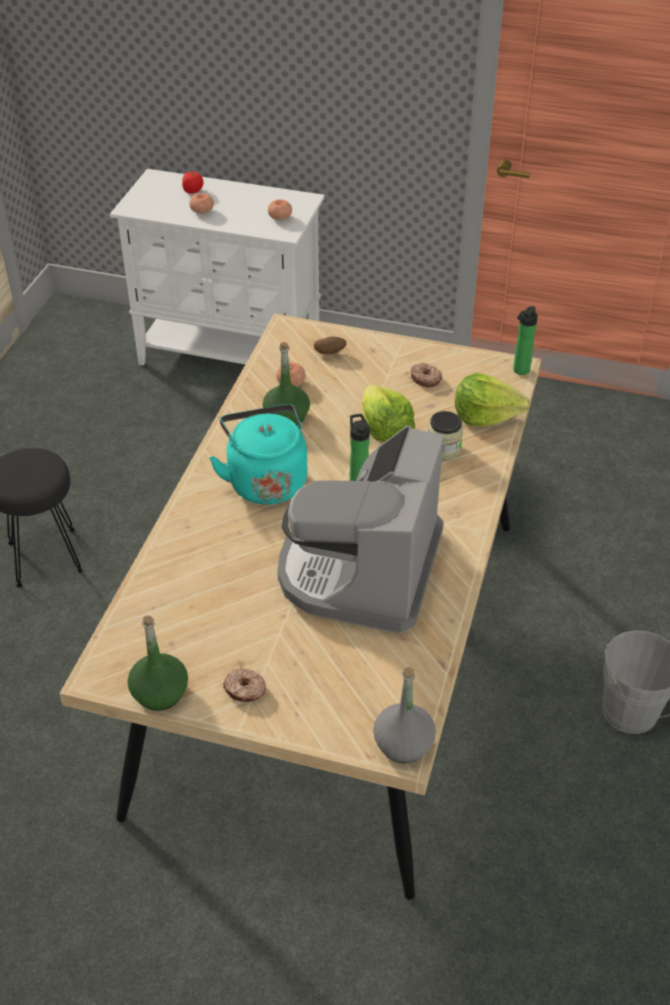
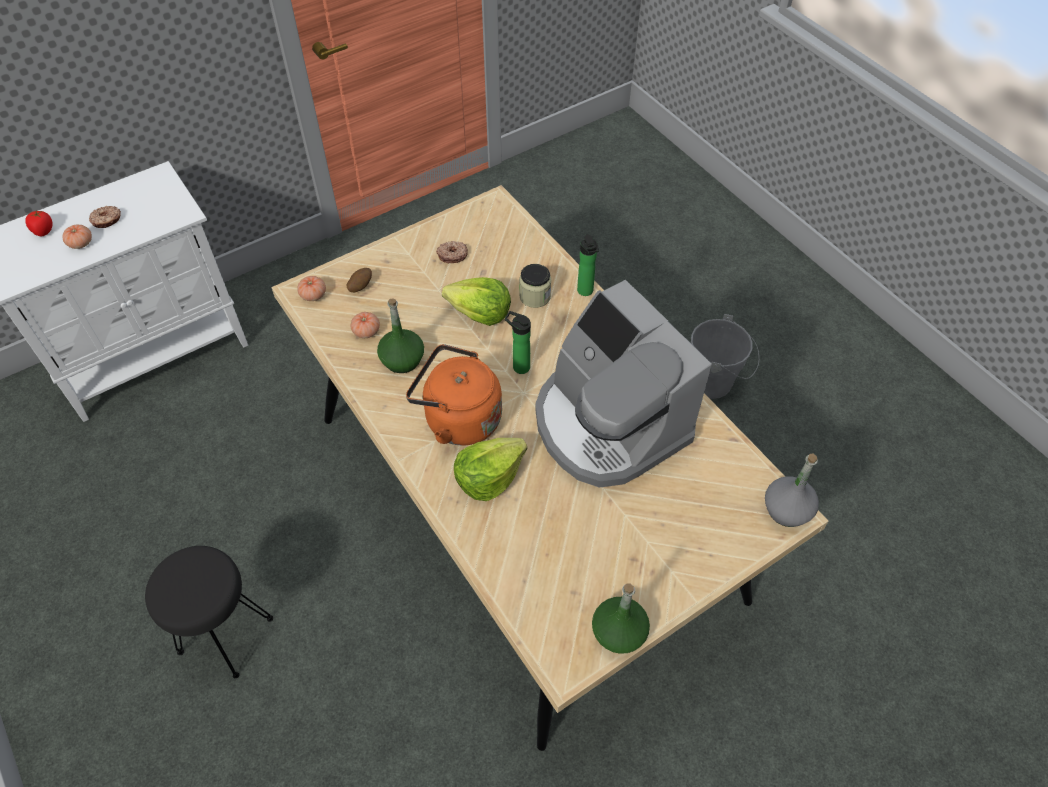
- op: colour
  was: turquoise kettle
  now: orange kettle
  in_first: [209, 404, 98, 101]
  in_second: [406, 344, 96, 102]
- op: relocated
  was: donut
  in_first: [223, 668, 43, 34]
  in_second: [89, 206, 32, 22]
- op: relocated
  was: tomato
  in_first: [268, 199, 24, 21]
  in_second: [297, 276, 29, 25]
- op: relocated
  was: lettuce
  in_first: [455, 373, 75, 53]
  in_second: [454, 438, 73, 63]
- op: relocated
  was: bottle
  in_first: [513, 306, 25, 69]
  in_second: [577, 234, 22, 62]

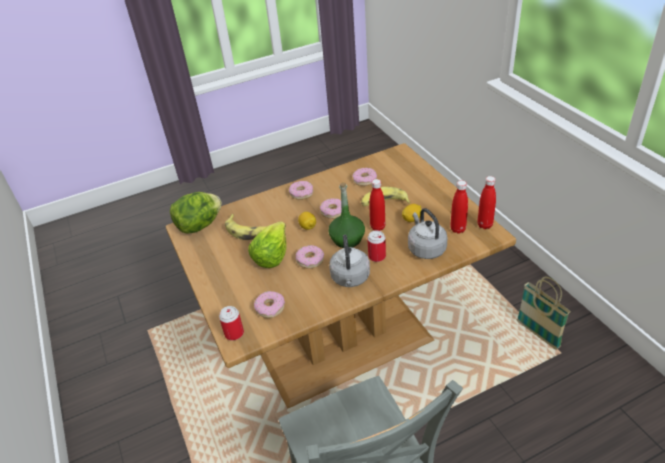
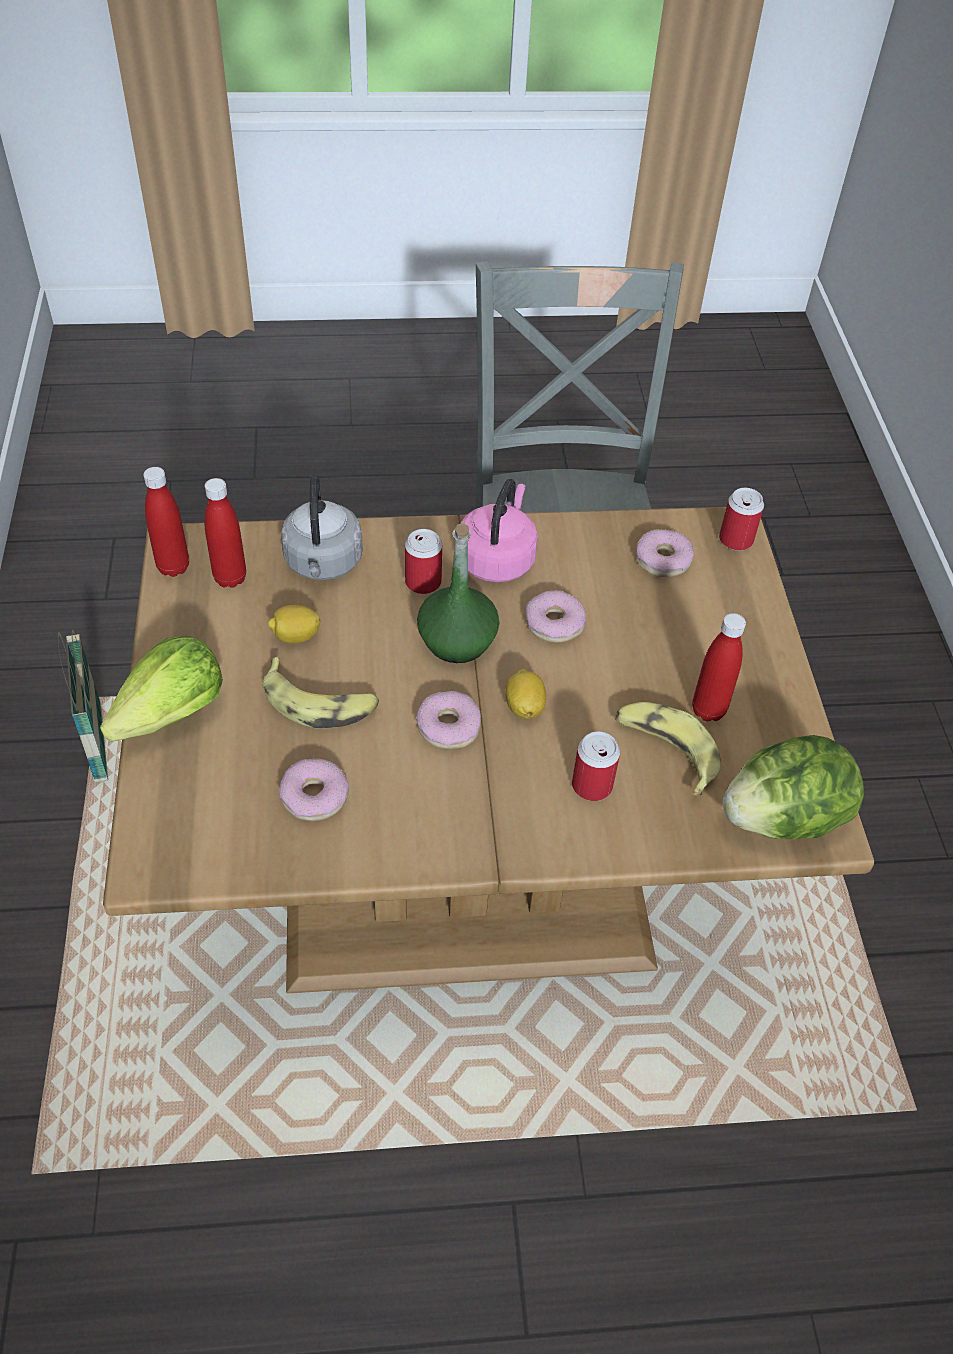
- op: relocated
  was: lettuce
  in_first: [248, 221, 39, 47]
  in_second: [100, 635, 123, 107]
- op: missing
  was: donut
  in_first: [289, 181, 25, 19]
- op: colour
  was: grey kettle
  now: pink kettle
  in_first: [329, 235, 41, 52]
  in_second: [461, 479, 77, 103]
- op: relocated
  was: red bottle
  in_first: [369, 179, 16, 52]
  in_second: [692, 613, 54, 108]
- op: appeared
  now: can
  in_second: [572, 731, 48, 70]

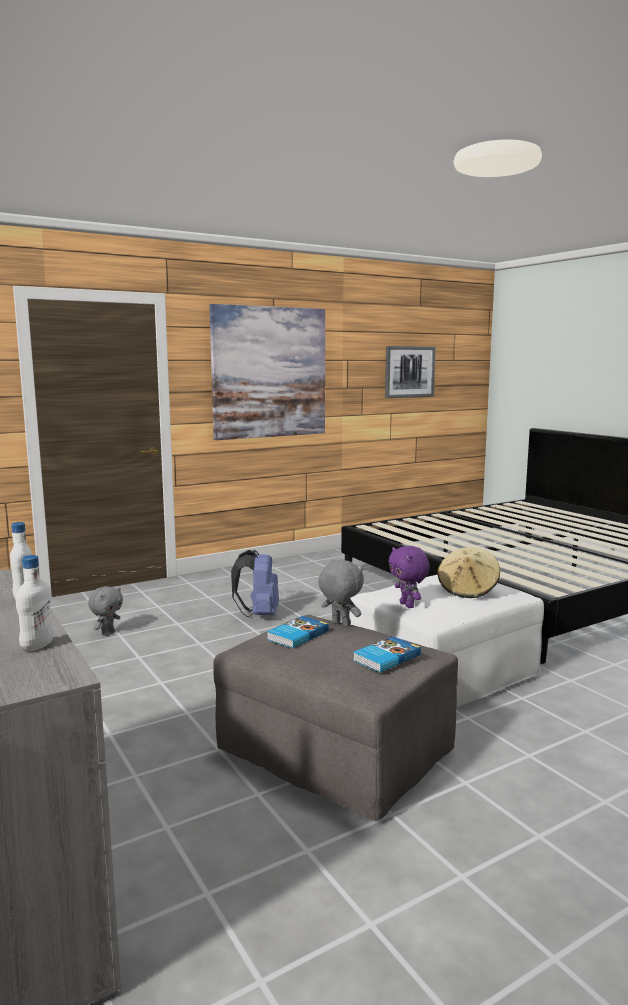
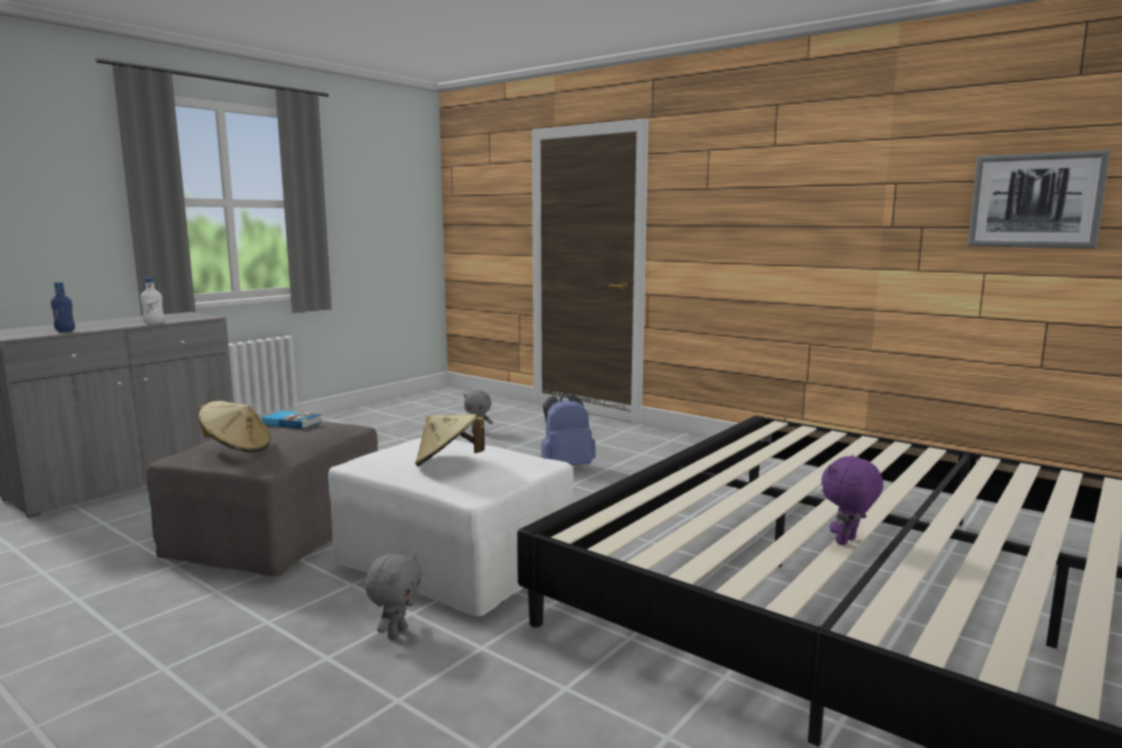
- op: colour
  was: white bottle
  now: blue bottle
  in_first: [16, 555, 38, 96]
  in_second: [51, 282, 24, 50]
- op: missing
  was: picture
  in_first: [209, 304, 116, 136]
- op: relocated
  was: grey plush toy
  in_first: [318, 559, 46, 68]
  in_second: [364, 553, 58, 87]
- op: exchanged
  was: book
  now: beige hat
  in_first: [353, 636, 68, 37]
  in_second: [198, 401, 73, 52]
- op: relocated
  was: purple plush toy
  in_first: [388, 546, 42, 62]
  in_second: [821, 455, 62, 90]

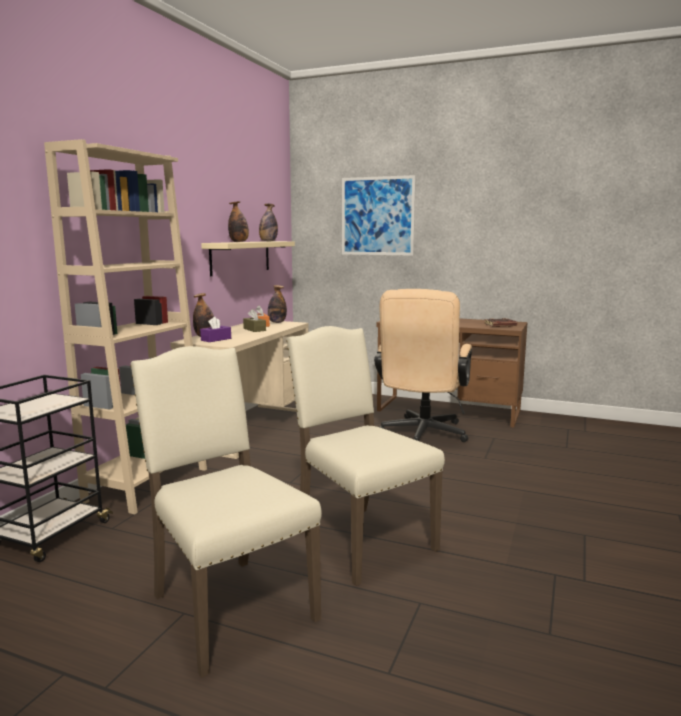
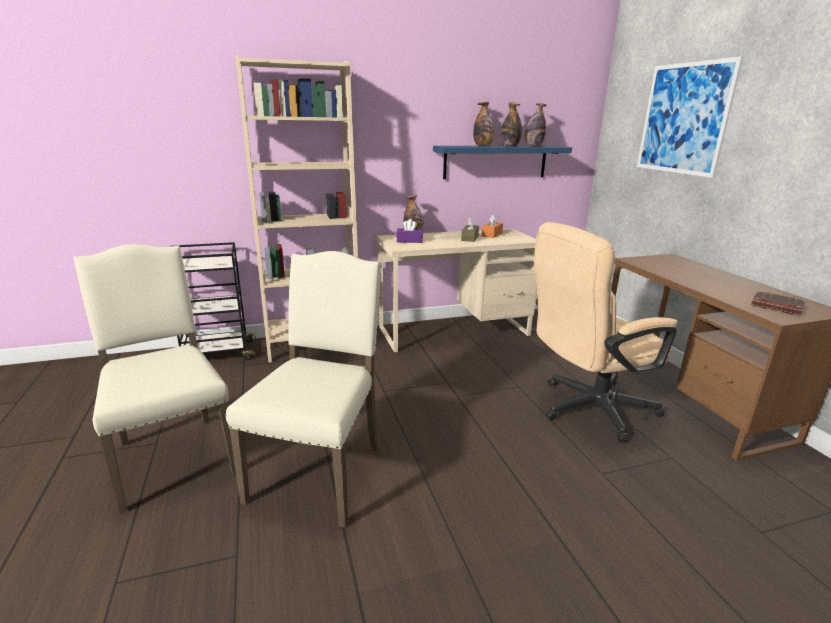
- op: spun
  was: beige chair
  in_first: [130, 346, 192, 332]
  in_second: [74, 244, 162, 270]
  clockwise: -45
- op: colour
  was: beige shelf
  now: blue shelf
  in_first: [201, 241, 94, 35]
  in_second: [433, 146, 139, 33]
- op: relocated
  was: bottle
  in_first: [268, 285, 19, 38]
  in_second: [501, 102, 21, 44]

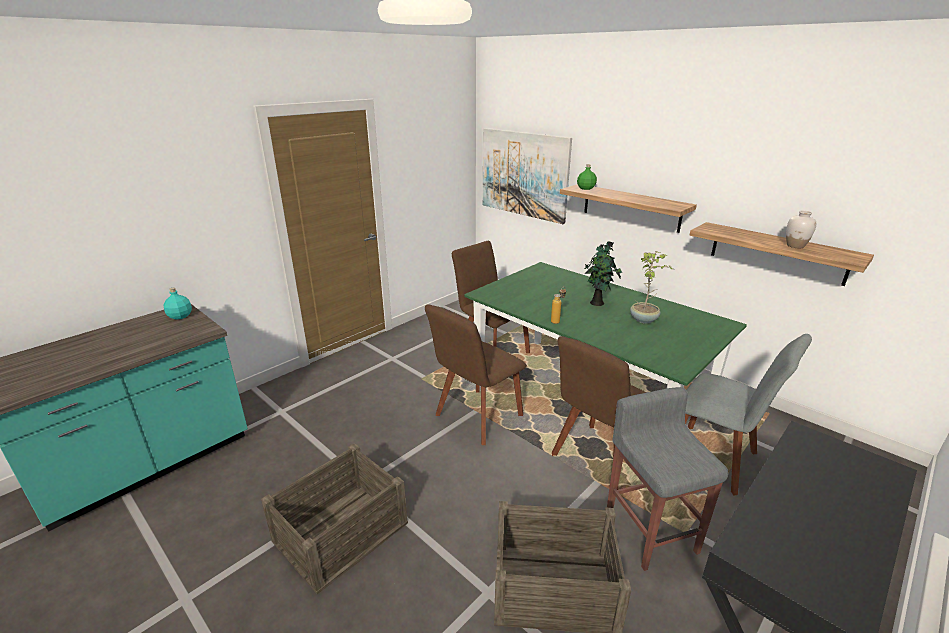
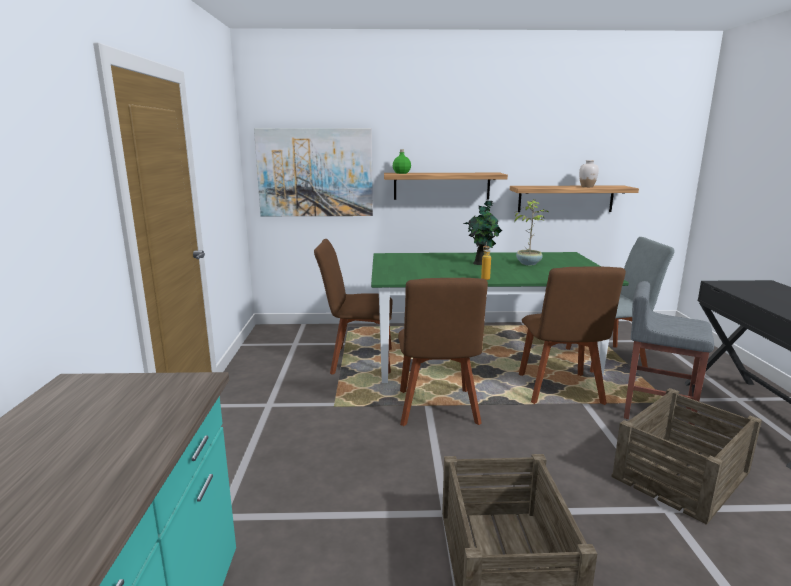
- op: missing
  was: turquoise bottle
  in_first: [163, 288, 29, 32]

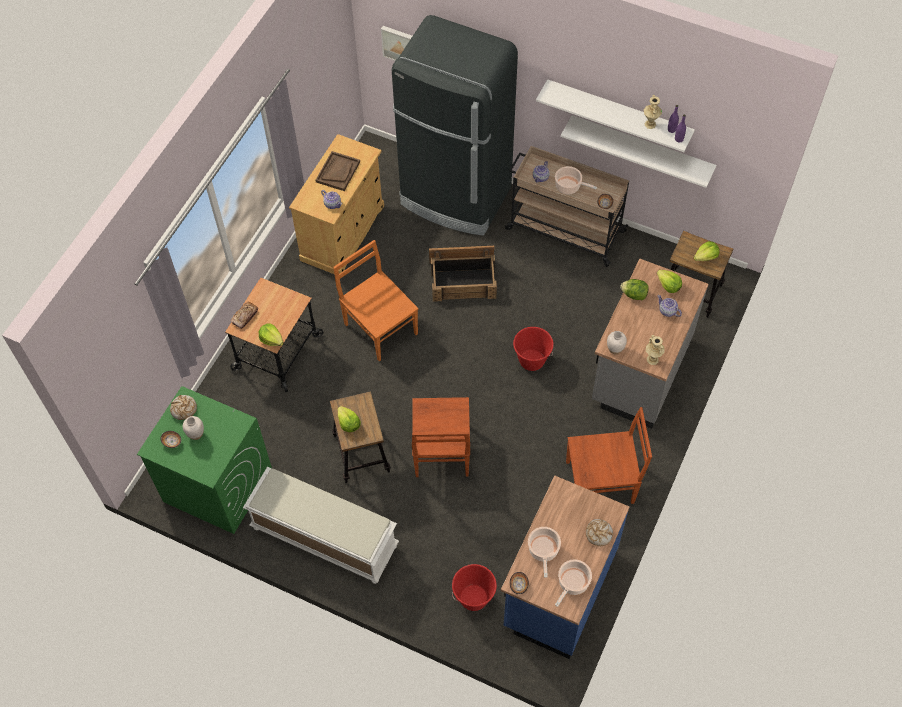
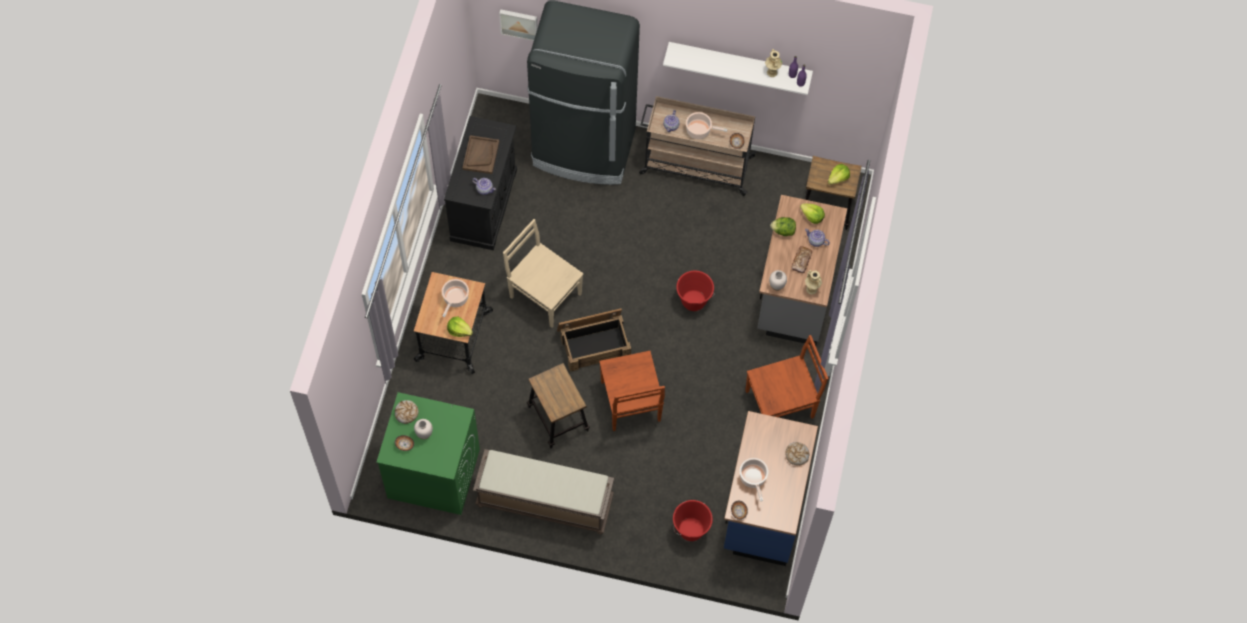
- op: relocated
  was: bread
  in_first: [231, 302, 27, 27]
  in_second: [792, 246, 20, 27]
- op: colour
  was: white bench
  now: brown bench
  in_first: [243, 467, 156, 117]
  in_second: [473, 449, 141, 85]
- op: colour
  was: beige cabinet
  now: black cabinet
  in_first: [289, 134, 95, 140]
  in_second: [444, 116, 73, 134]
- op: colour
  was: orange chair
  now: beige chair
  in_first: [333, 240, 85, 121]
  in_second: [503, 219, 81, 109]
- op: missing
  was: lettuce
  in_first: [338, 406, 23, 26]
- op: relocated
  was: crate
  in_first: [429, 246, 68, 56]
  in_second: [557, 308, 74, 64]
- op: relocated
  was: cooking pot
  in_first: [555, 559, 37, 48]
  in_second: [442, 279, 27, 38]
- op: missing
  was: white shelf
  in_first: [561, 115, 155, 73]

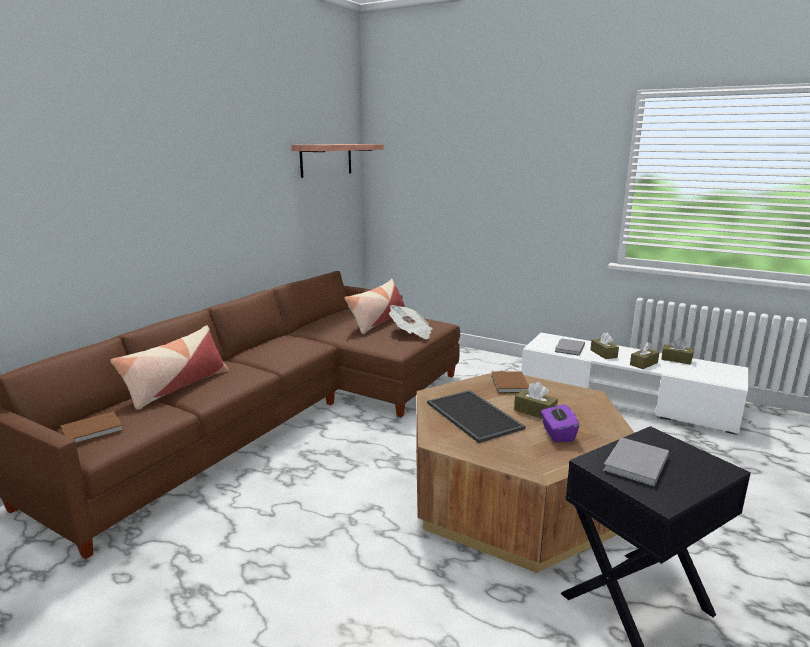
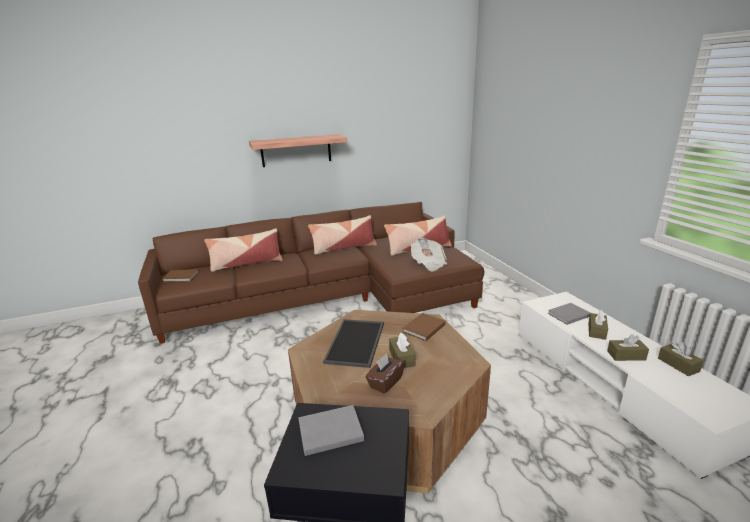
- op: relocated
  was: shelf
  in_first: [291, 144, 93, 34]
  in_second: [249, 134, 98, 33]
- op: colour
  was: purple tissue box
  now: brown tissue box
  in_first: [541, 401, 39, 41]
  in_second: [365, 353, 40, 41]
- op: appeared
  now: pillow
  in_second: [308, 215, 69, 40]

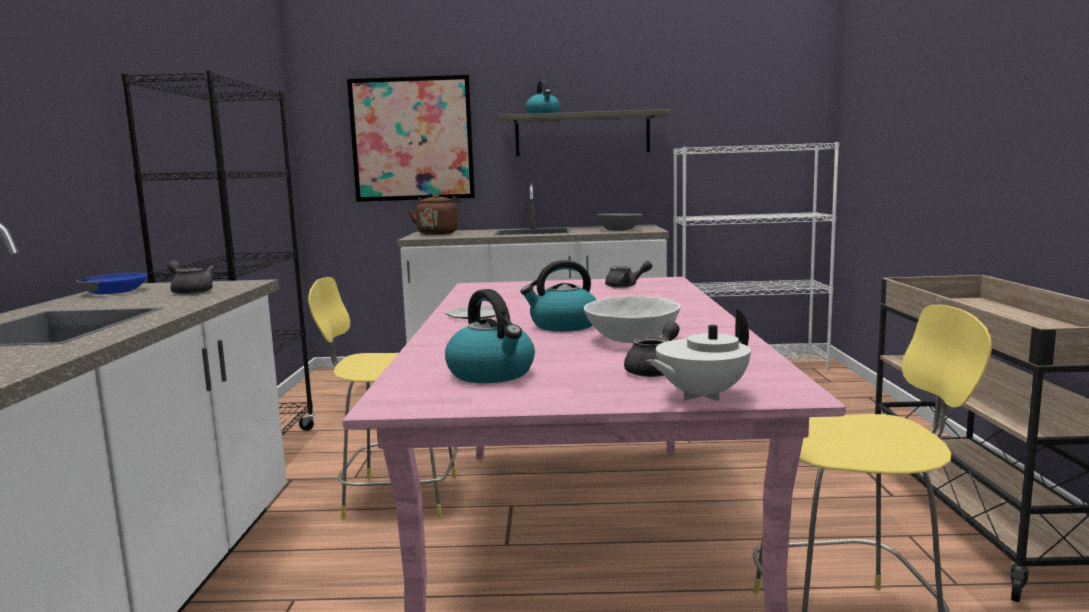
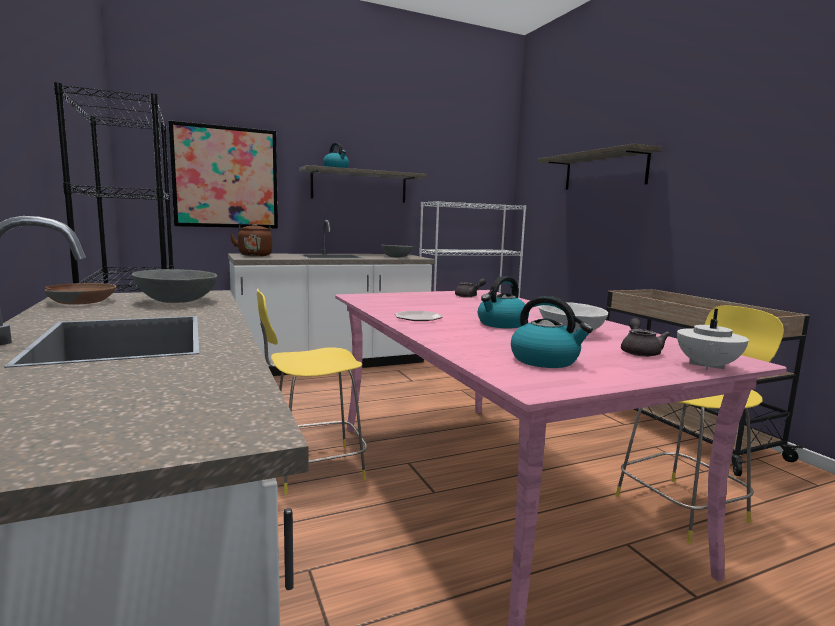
- op: colour
  was: blue bowl
  now: brown bowl
  in_first: [76, 273, 72, 21]
  in_second: [44, 283, 73, 21]
- op: exchanged
  was: grey teapot
  now: grey bowl
  in_first: [167, 260, 48, 35]
  in_second: [132, 269, 86, 34]
- op: appeared
  now: shelf
  in_second: [537, 143, 125, 47]

